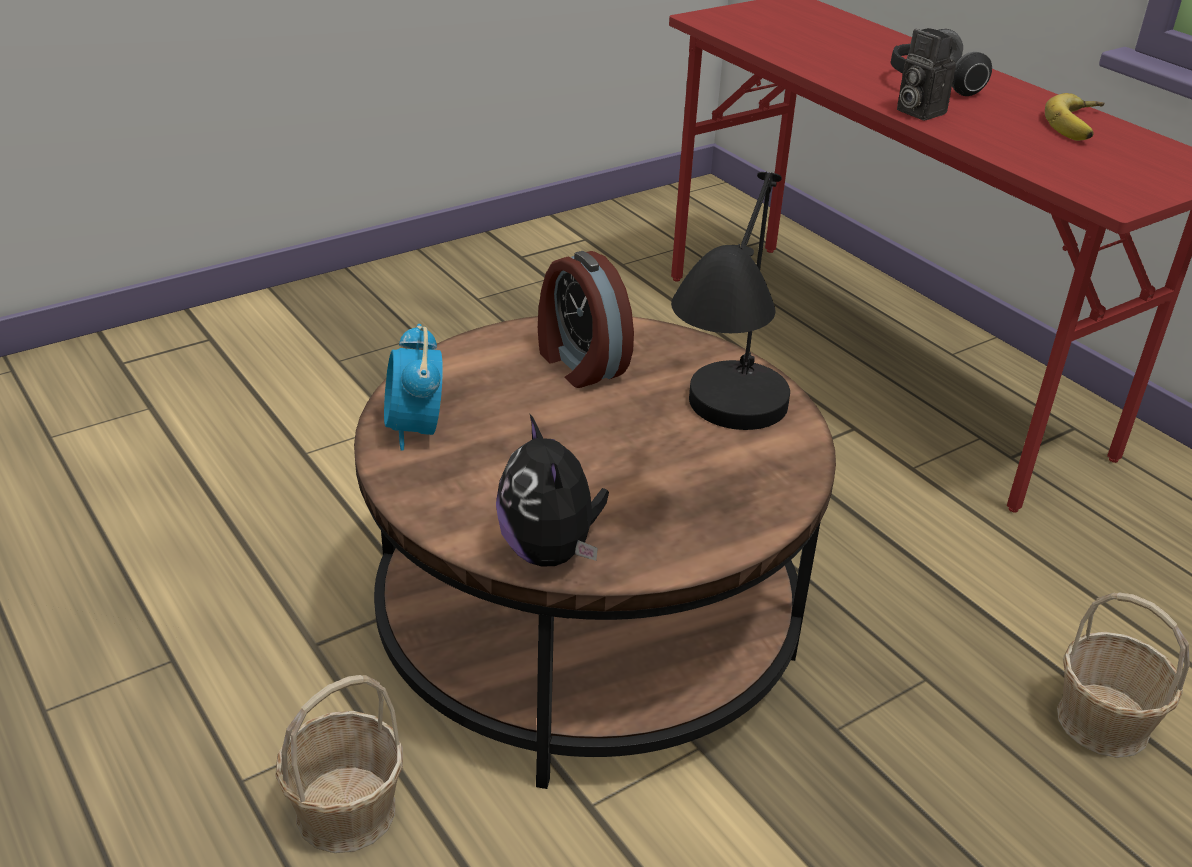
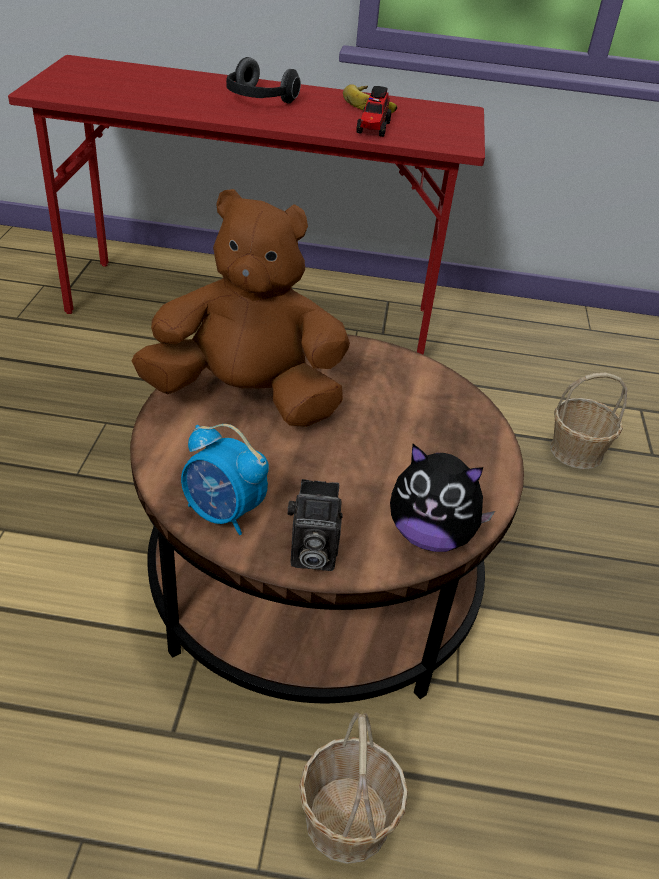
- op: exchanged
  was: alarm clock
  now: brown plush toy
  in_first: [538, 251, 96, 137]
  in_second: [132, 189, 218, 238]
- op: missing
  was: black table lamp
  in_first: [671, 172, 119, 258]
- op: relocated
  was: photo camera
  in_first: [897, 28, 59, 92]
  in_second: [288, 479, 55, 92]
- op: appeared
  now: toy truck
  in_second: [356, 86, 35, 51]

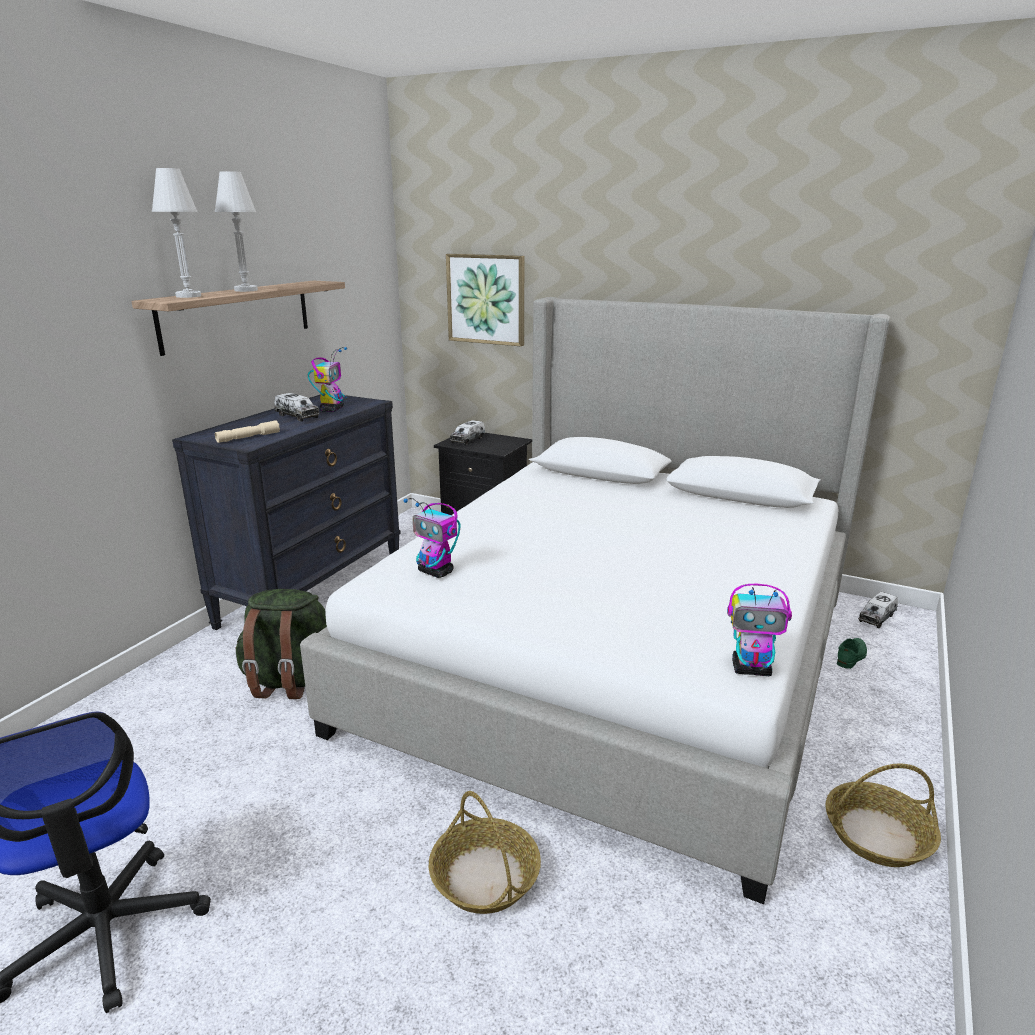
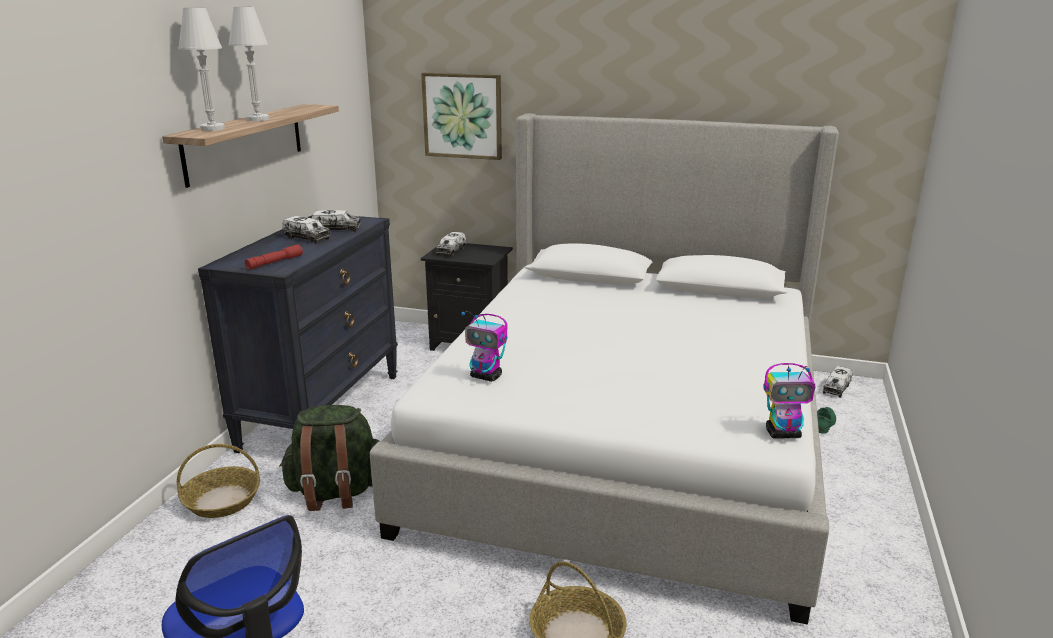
- op: colour
  was: beige flashlight
  now: red flashlight
  in_first: [215, 420, 65, 23]
  in_second: [245, 244, 58, 25]
- op: exchanged
  was: toy robot
  now: toy truck
  in_first: [307, 347, 40, 65]
  in_second: [312, 210, 49, 23]
- op: relocated
  was: basket
  in_first: [825, 764, 116, 103]
  in_second: [177, 444, 83, 74]

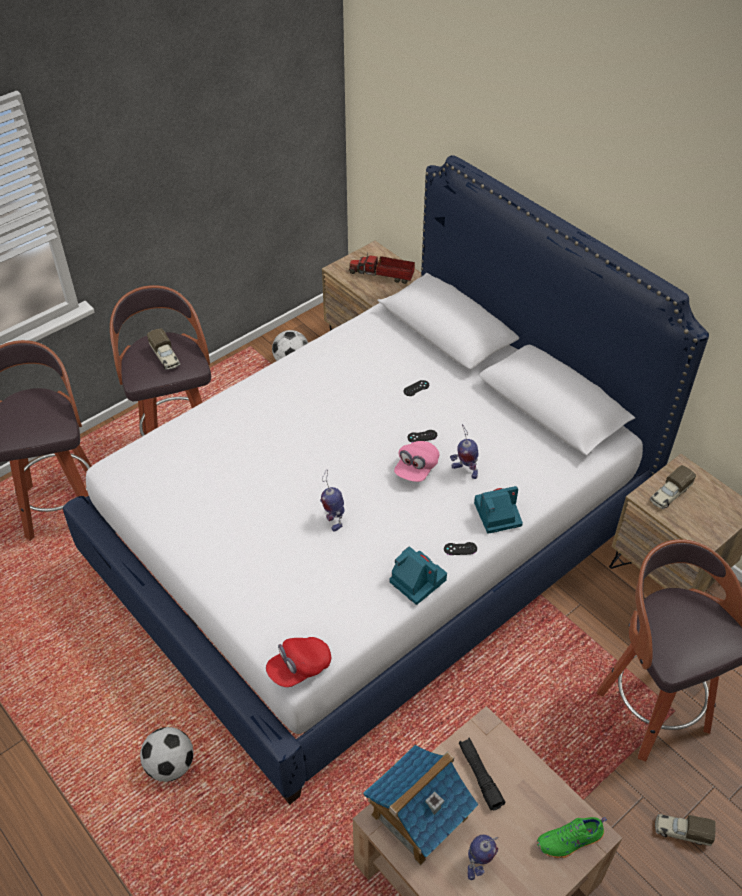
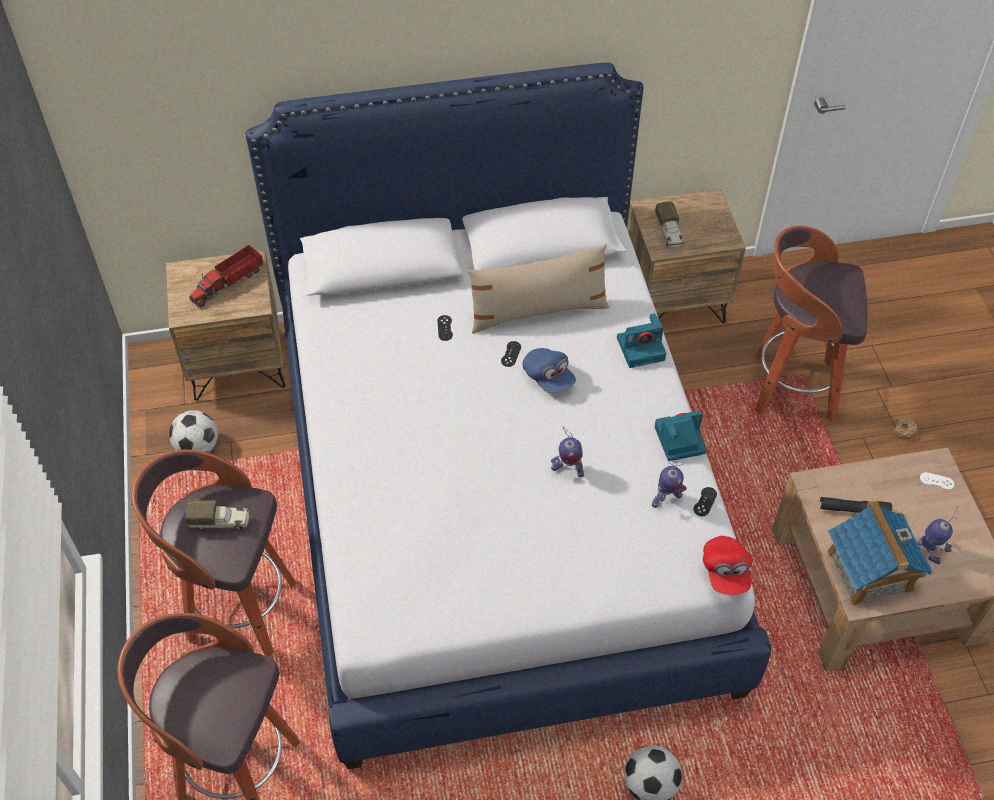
- op: colour
  was: pink cap
  now: blue cap
  in_first: [394, 441, 45, 41]
  in_second: [523, 348, 53, 45]
- op: relocated
  was: black game controller
  in_first: [444, 542, 33, 13]
  in_second: [693, 487, 24, 29]
- op: relocated
  was: toy robot
  in_first: [450, 424, 29, 55]
  in_second: [652, 460, 35, 48]
- op: spun
  was: photo camera
  in_first: [474, 486, 49, 48]
  in_second: [617, 313, 49, 55]
  clockwise: -120
- op: exchanged
  was: green shoe
  now: white game controller
  in_first: [537, 817, 70, 41]
  in_second: [920, 472, 34, 18]
- op: exchanged
  was: toy truck
  now: donut
  in_first: [655, 814, 61, 32]
  in_second: [893, 417, 25, 22]
- op: appeared
  now: beige pillow
  in_second: [467, 244, 143, 90]

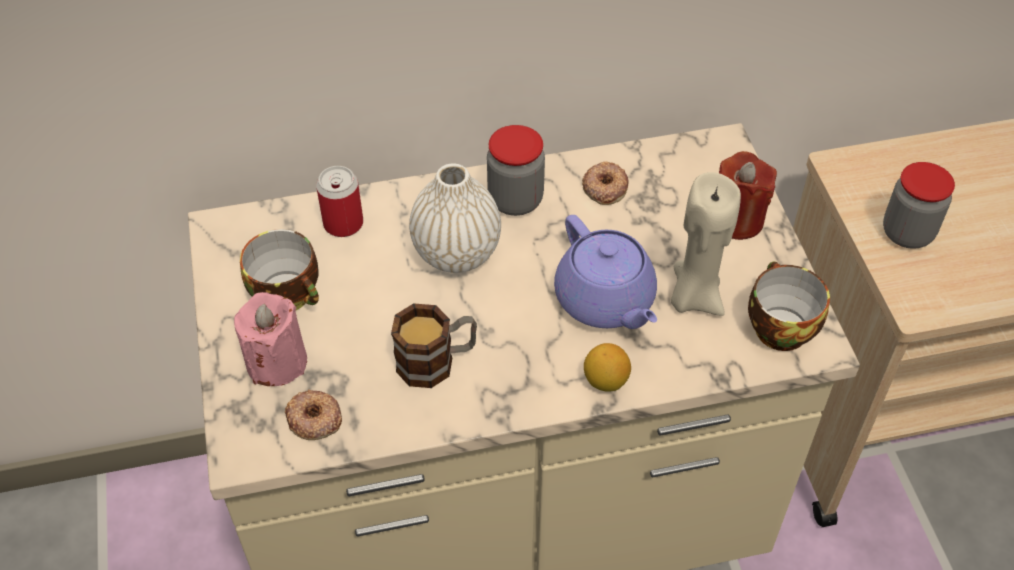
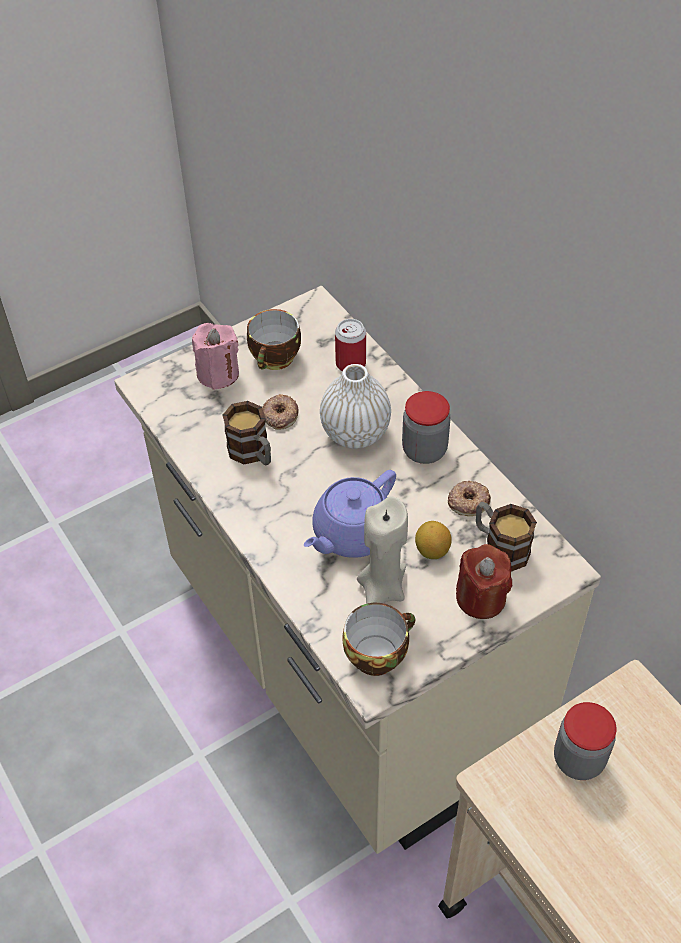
- op: relocated
  was: donut
  in_first: [285, 389, 57, 51]
  in_second: [262, 394, 37, 36]
- op: relocated
  was: lemon
  in_first: [584, 343, 47, 49]
  in_second: [415, 521, 37, 38]
- op: appeared
  now: mug
  in_second: [476, 502, 61, 70]

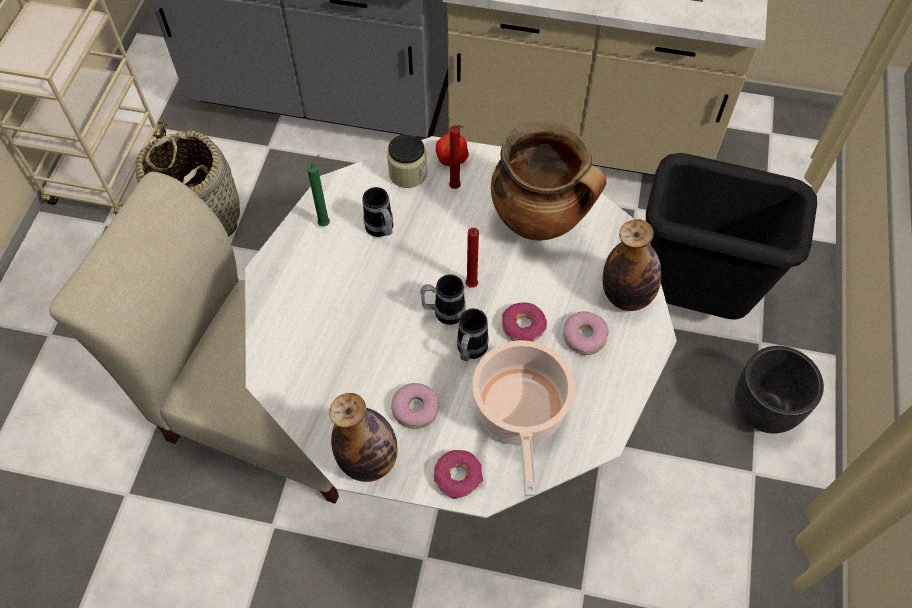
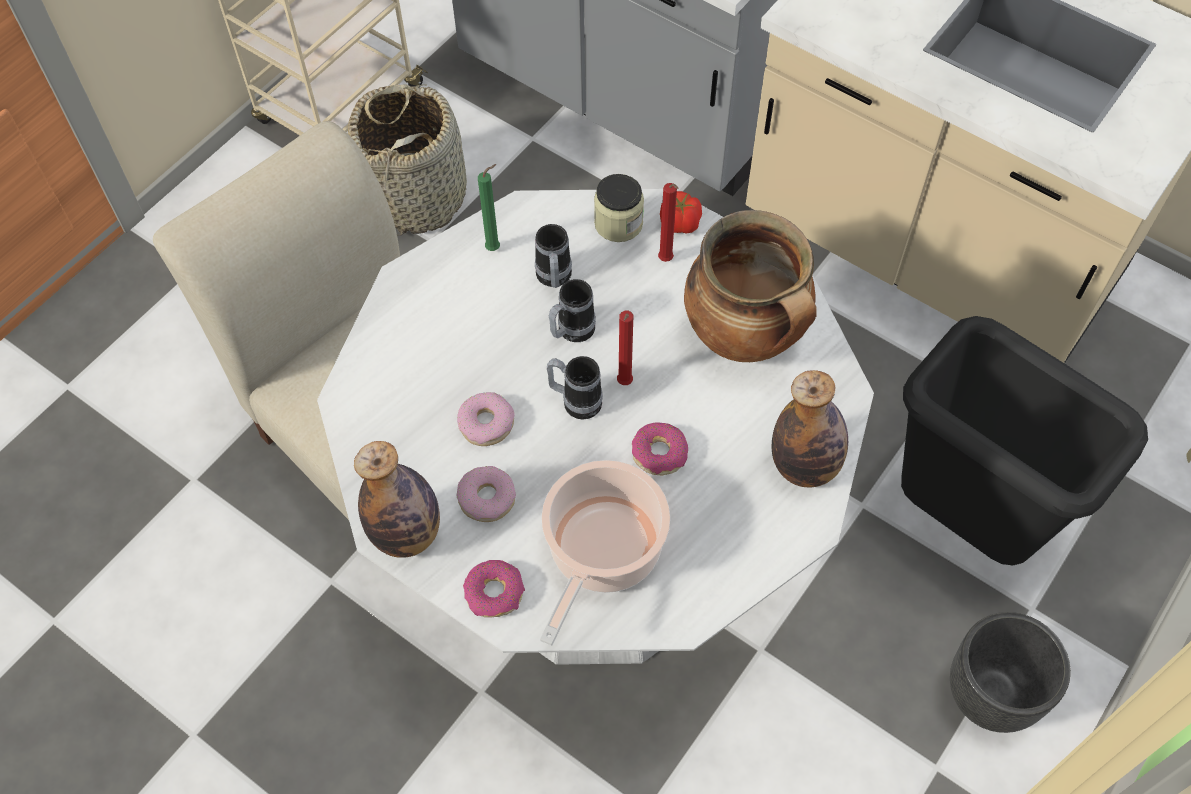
- op: relocated
  was: mug
  in_first: [457, 308, 32, 53]
  in_second: [549, 279, 47, 63]
- op: relocated
  was: donut
  in_first: [563, 311, 46, 44]
  in_second: [457, 392, 58, 54]

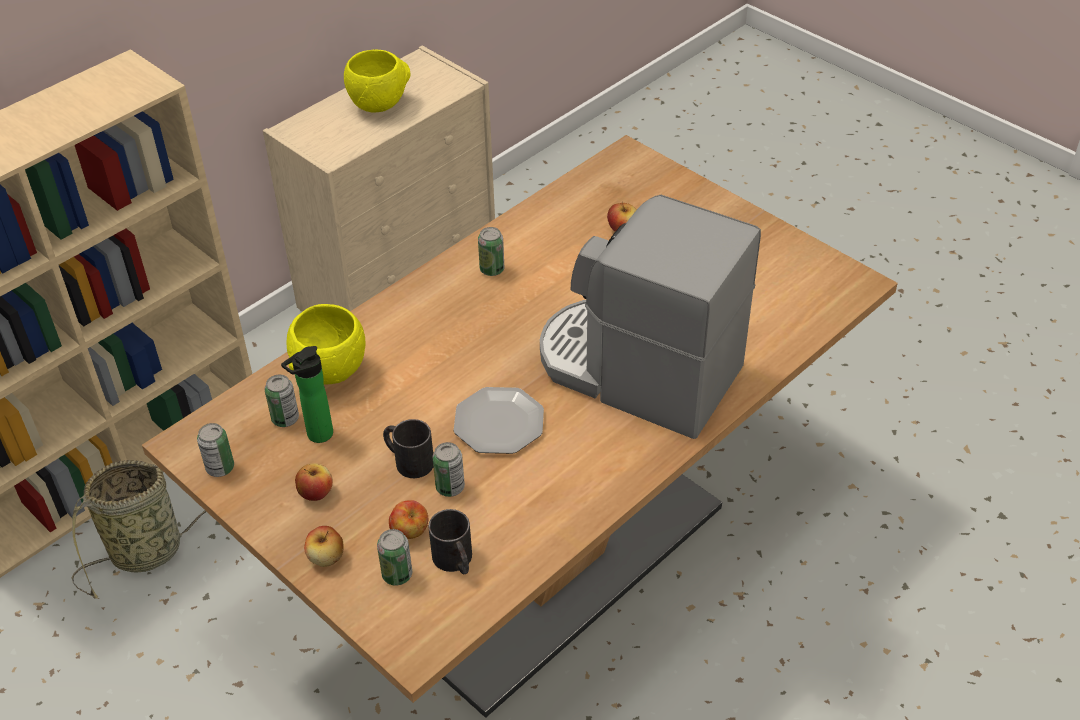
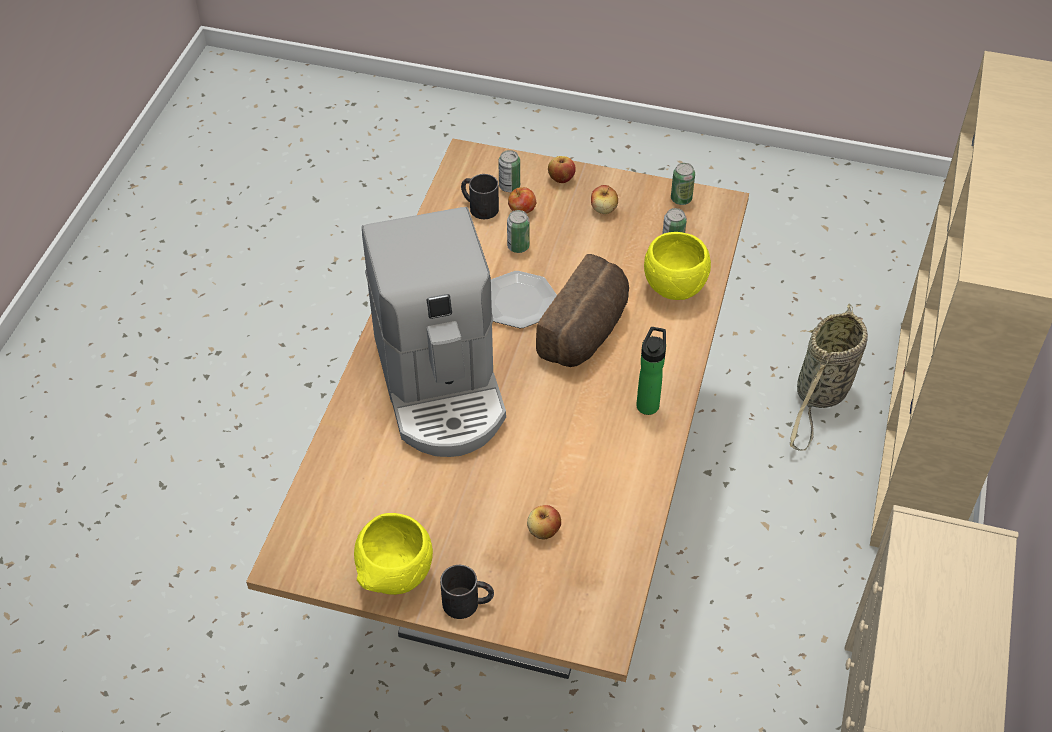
- op: relocated
  was: bottle
  in_first: [281, 346, 52, 97]
  in_second: [636, 327, 30, 88]
- op: relocated
  was: yellow bowl
  in_first: [344, 50, 66, 62]
  in_second: [354, 513, 79, 82]
- op: relocated
  was: black mug
  in_first: [383, 419, 50, 59]
  in_second: [440, 565, 54, 54]
- op: missing
  was: can
  in_first: [478, 227, 26, 49]
- op: spun
  was: coffee machine
  in_first: [540, 195, 221, 244]
  in_second: [362, 207, 144, 250]
  clockwise: 75
- op: appeared
  now: bread
  in_second: [536, 254, 93, 113]

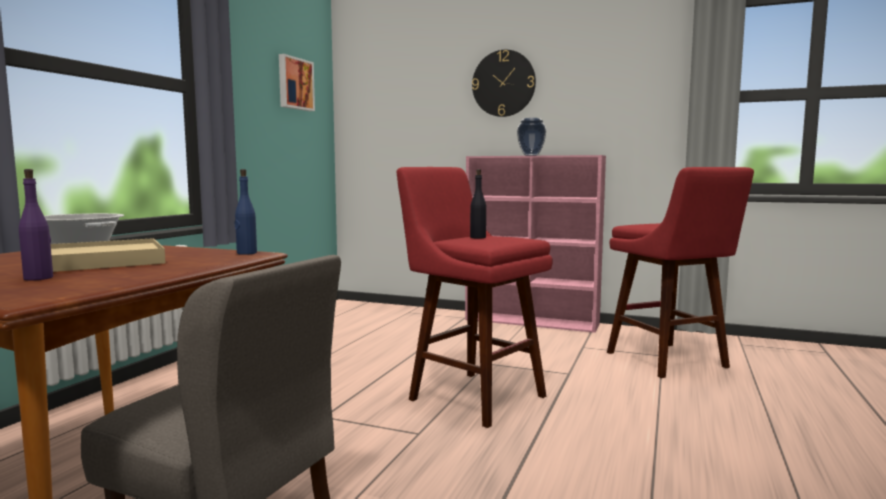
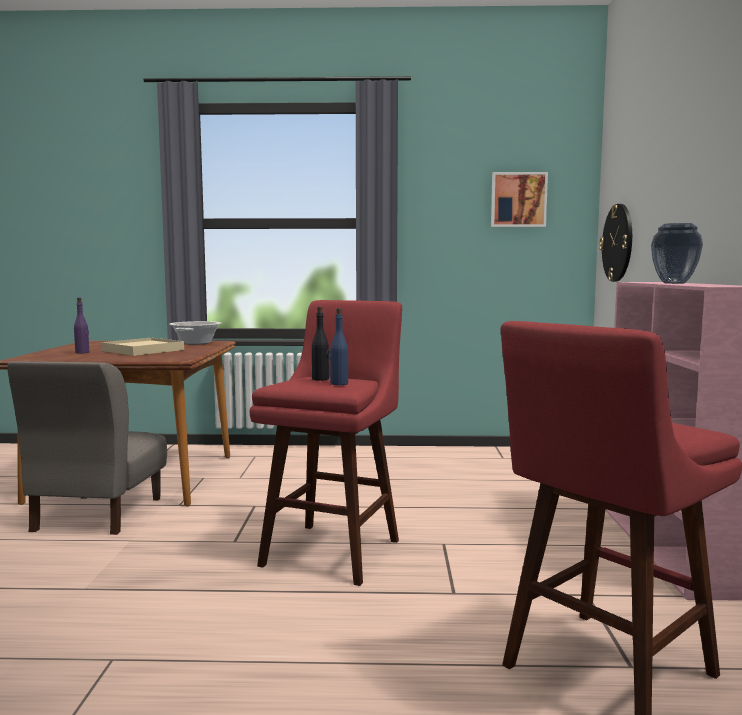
- op: relocated
  was: blue bottle
  in_first: [235, 169, 22, 86]
  in_second: [330, 308, 18, 77]
- op: relocated
  was: wall clock
  in_first: [472, 50, 64, 67]
  in_second: [599, 204, 33, 78]

